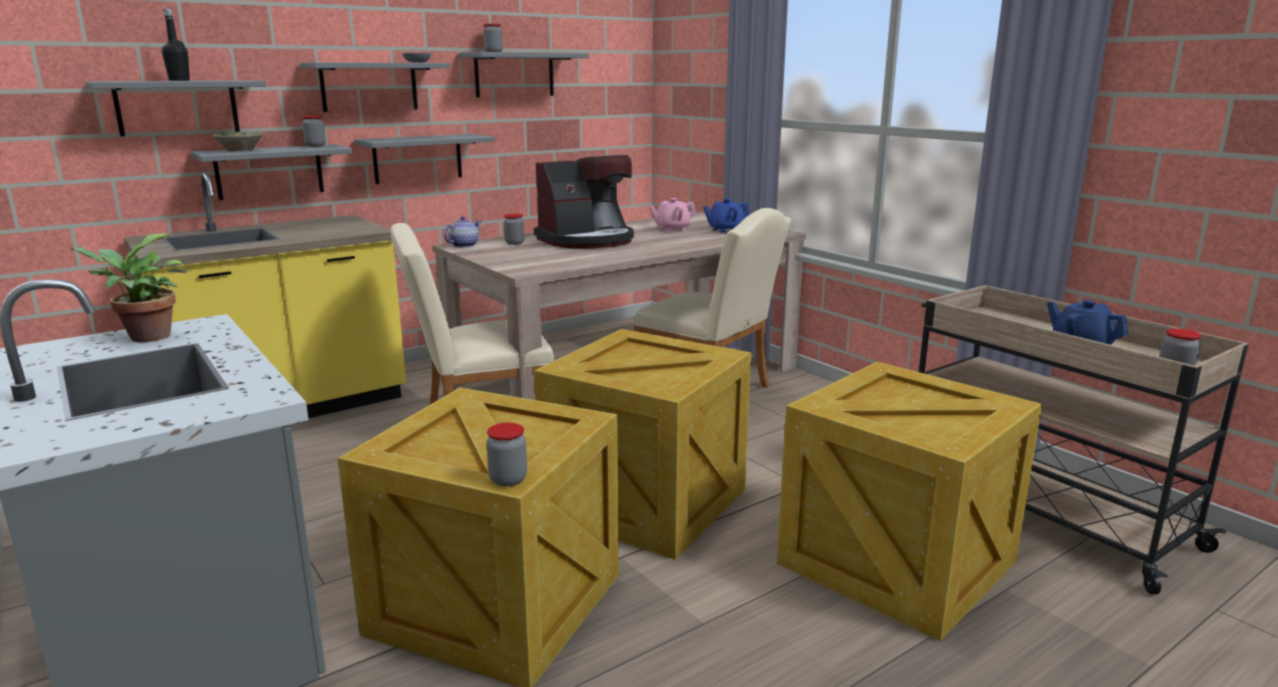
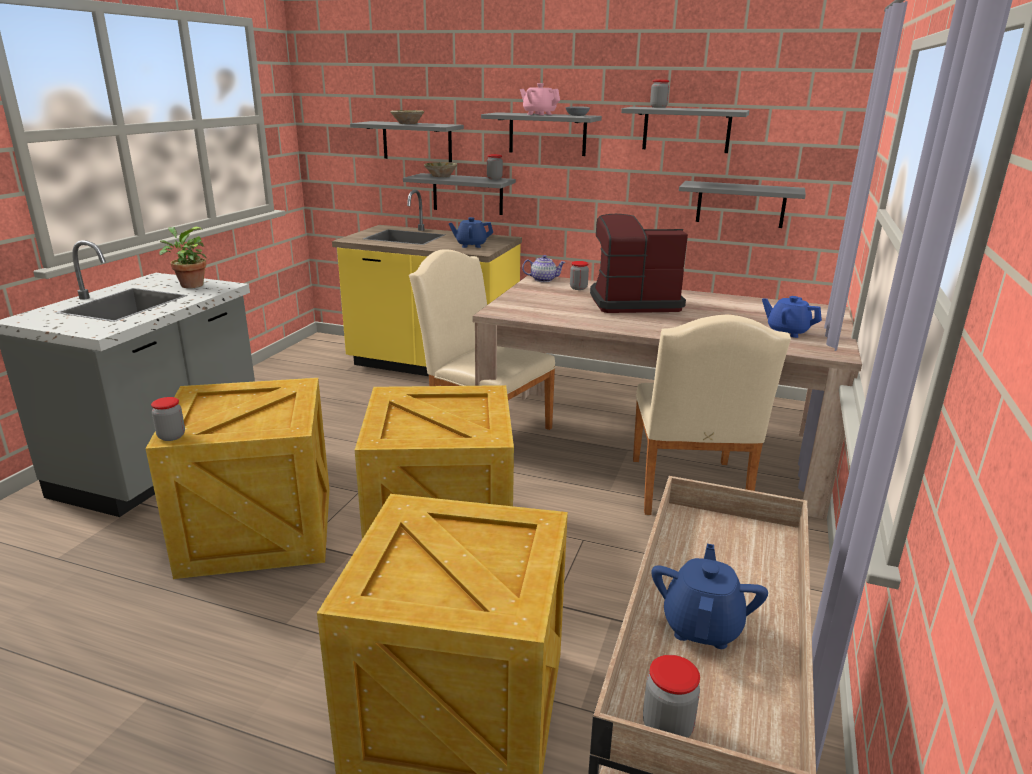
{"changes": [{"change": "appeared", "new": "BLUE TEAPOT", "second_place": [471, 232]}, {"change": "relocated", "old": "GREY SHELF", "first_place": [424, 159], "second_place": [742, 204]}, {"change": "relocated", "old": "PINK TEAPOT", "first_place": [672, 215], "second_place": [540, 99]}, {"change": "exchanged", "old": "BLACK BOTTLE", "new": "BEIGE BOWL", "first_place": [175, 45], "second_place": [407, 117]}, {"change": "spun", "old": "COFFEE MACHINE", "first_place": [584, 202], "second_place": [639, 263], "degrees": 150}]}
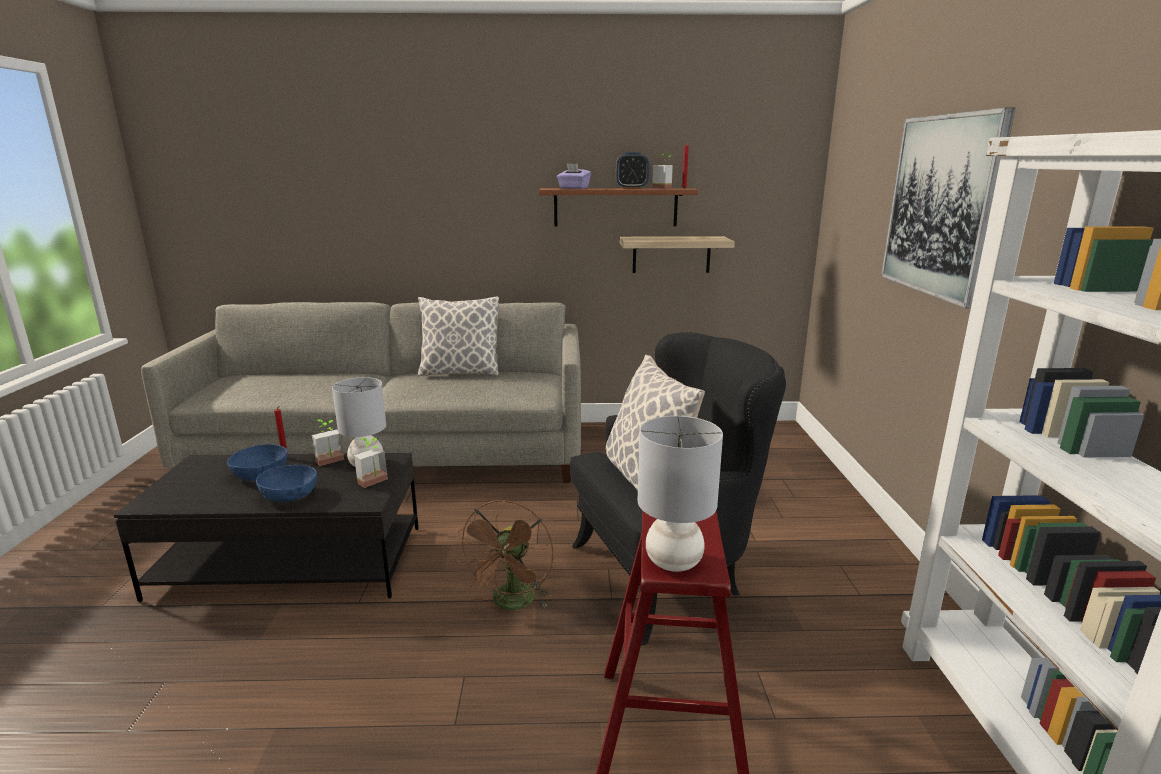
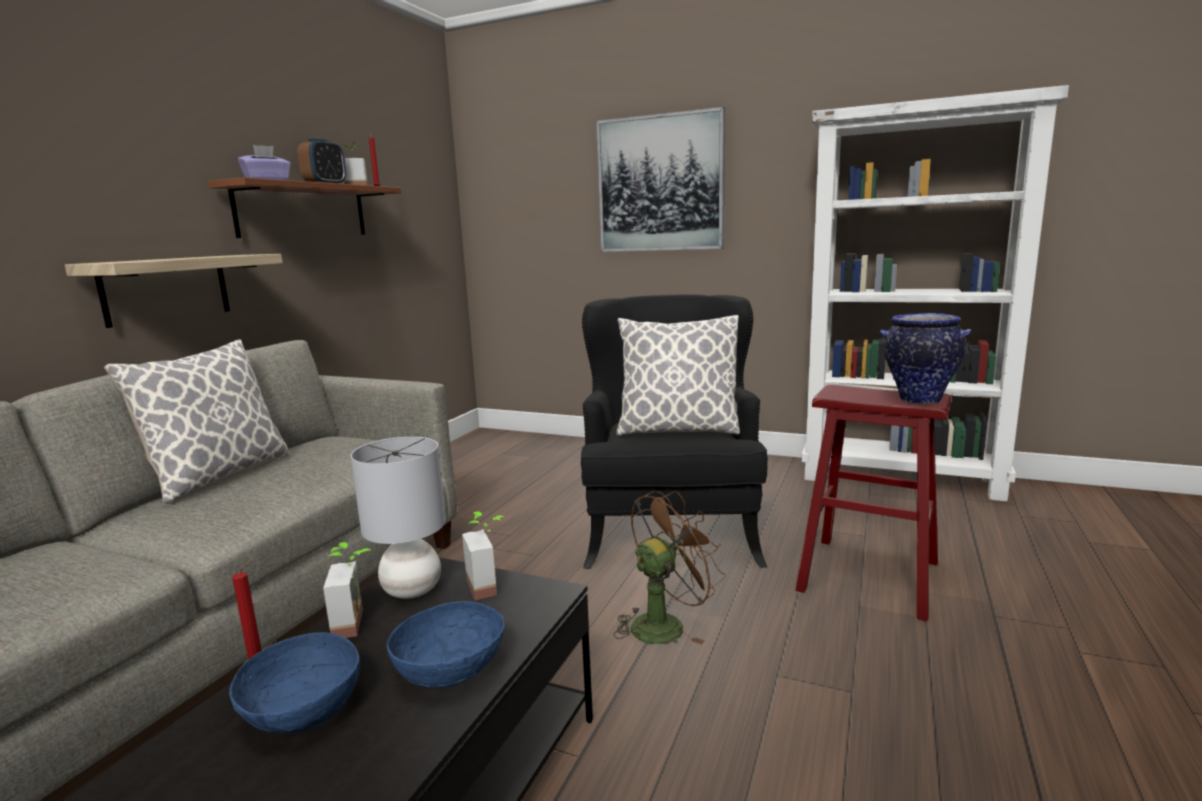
{"changes": [{"change": "relocated", "old": "SHELF", "first_place": [677, 254], "second_place": [174, 291]}, {"change": "exchanged", "old": "GREY TABLE LAMP", "new": "VASE", "first_place": [680, 494], "second_place": [926, 358]}, {"change": "spun", "old": "BROWN FAN", "first_place": [504, 555], "second_place": [670, 567], "degrees": -75}]}
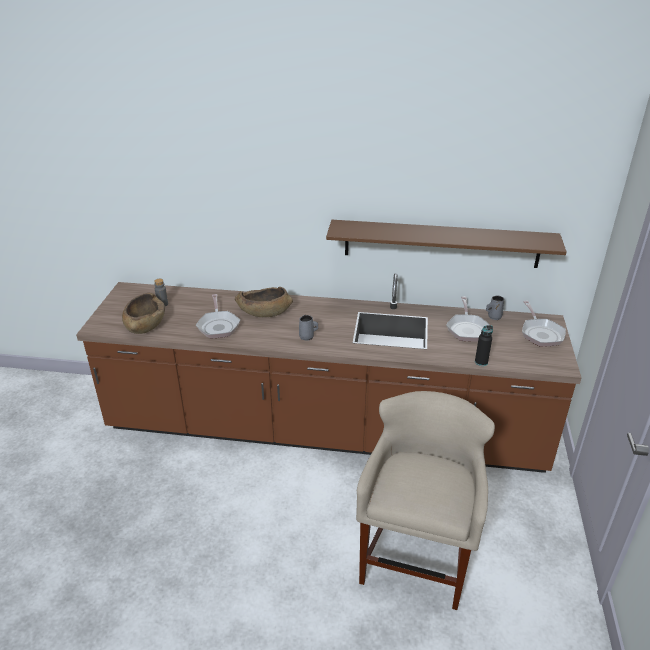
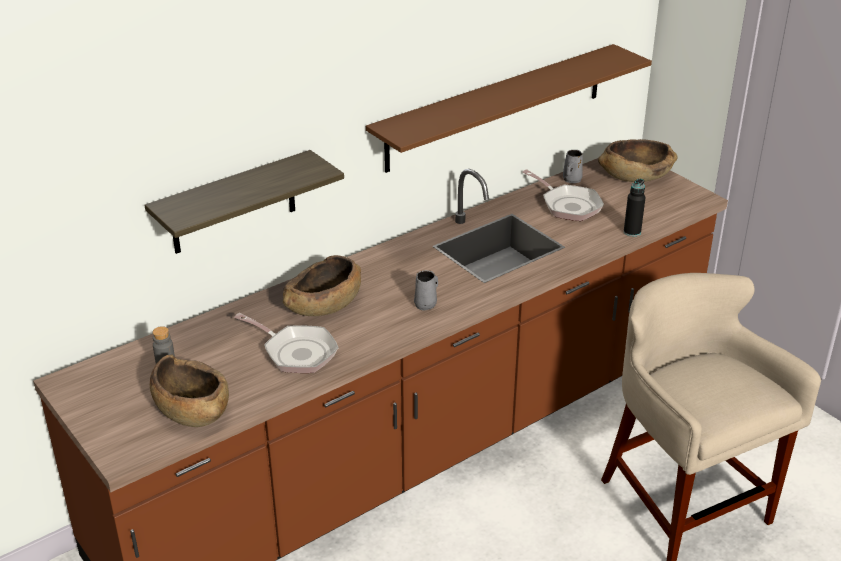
{"changes": [{"change": "appeared", "new": "SHELF", "second_place": [244, 202]}, {"change": "exchanged", "old": "FRYING PAN", "new": "BROWN BOWL", "first_place": [544, 324], "second_place": [637, 160]}]}
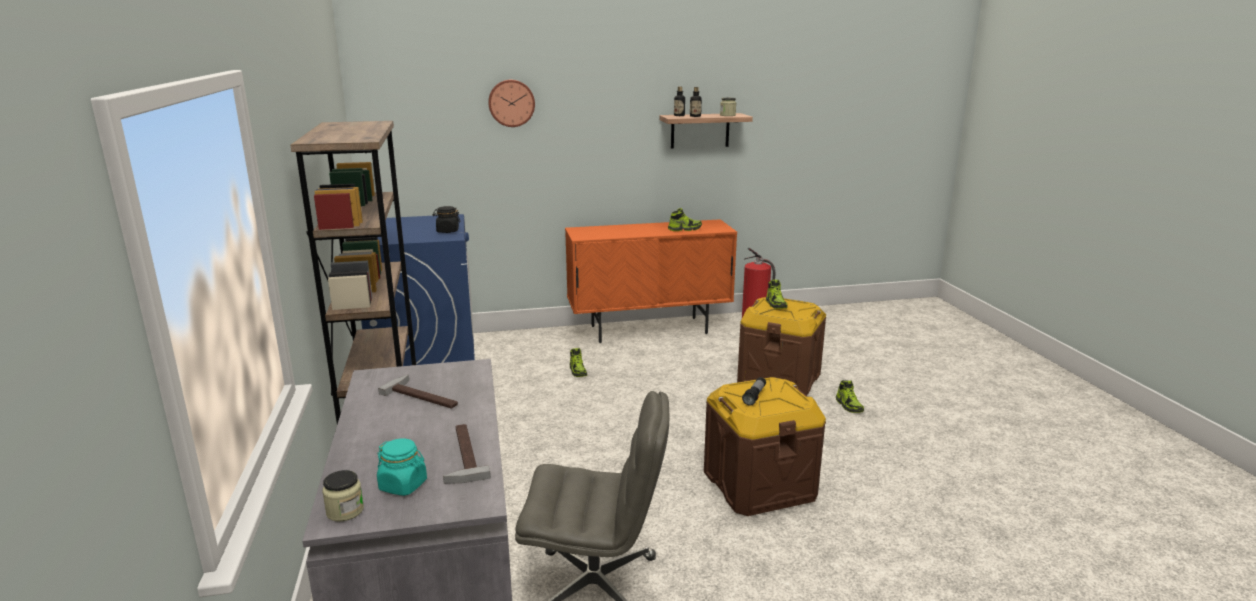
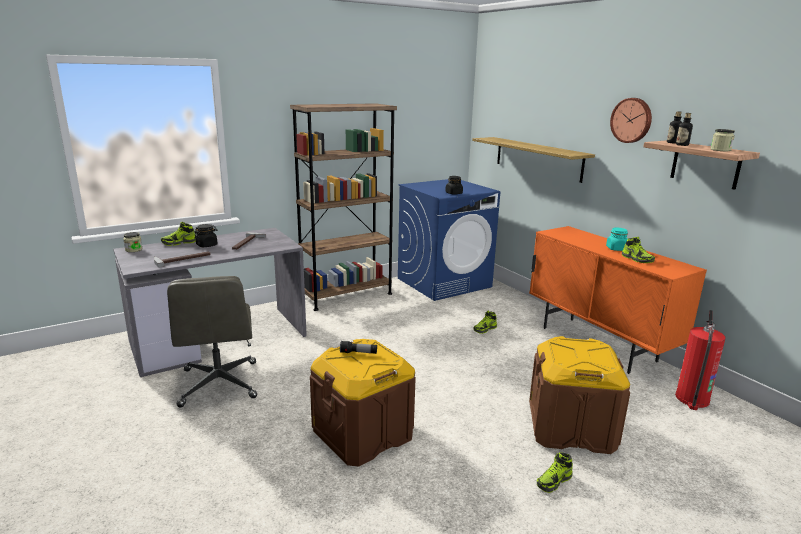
{"changes": [{"change": "appeared", "new": "BLACK JAR", "second_place": [206, 235]}, {"change": "appeared", "new": "SHELF", "second_place": [533, 160]}, {"change": "relocated", "old": "TURQUOISE JAR", "first_place": [402, 467], "second_place": [617, 239]}, {"change": "relocated", "old": "WALL CLOCK", "first_place": [511, 103], "second_place": [631, 120]}, {"change": "relocated", "old": "SHOE", "first_place": [776, 294], "second_place": [178, 234]}]}
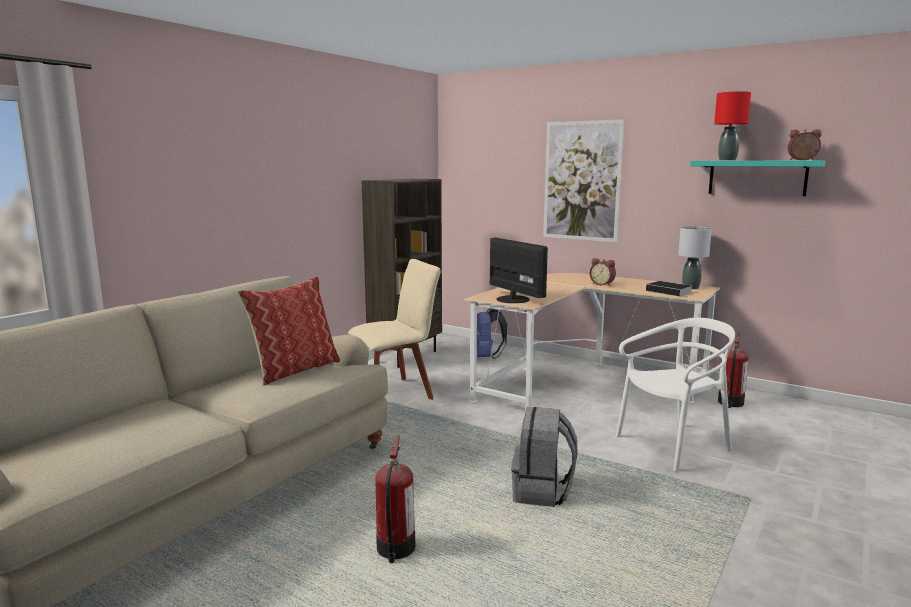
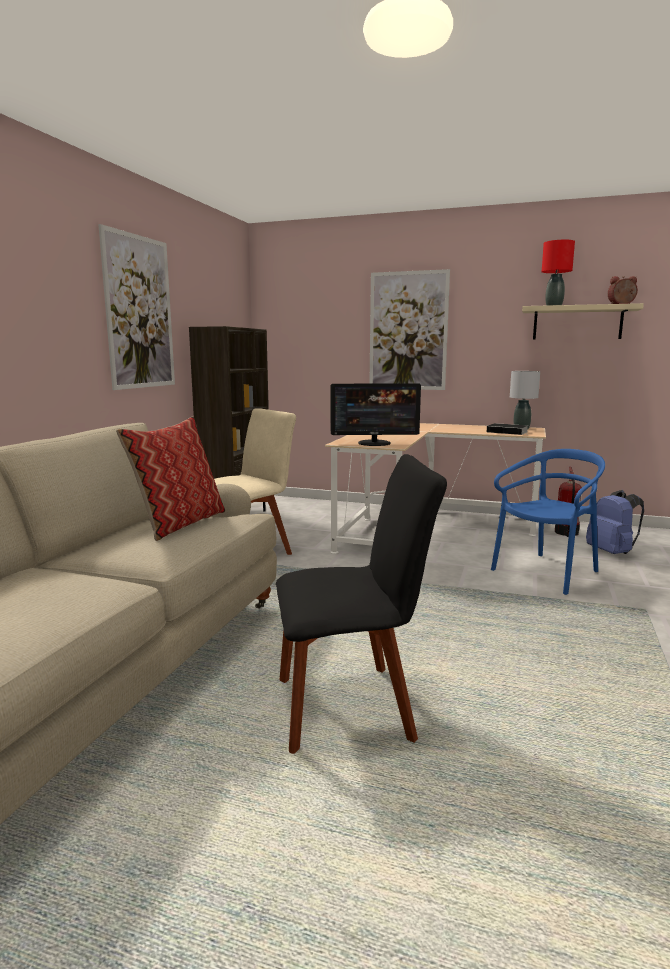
{"changes": [{"change": "missing", "old": "GREY BACKPACK", "first_place": [544, 457]}, {"change": "missing", "old": "ALARM CLOCK", "first_place": [603, 272]}, {"change": "appeared", "new": "PICTURE", "second_place": [136, 307]}, {"change": "relocated", "old": "BLUE BACKPACK", "first_place": [492, 334], "second_place": [615, 522]}, {"change": "exchanged", "old": "FIRE EXTINGUISHER", "new": "BLACK CHAIR", "first_place": [395, 499], "second_place": [361, 604]}, {"change": "colour", "old": "WHITE CHAIR", "new": "BLUE CHAIR", "first_place": [675, 395], "second_place": [548, 522]}, {"change": "colour", "old": "TURQUOISE SHELF", "new": "BEIGE SHELF", "first_place": [757, 178], "second_place": [583, 321]}, {"change": "spun", "old": "MONITOR", "first_place": [518, 270], "second_place": [375, 414], "degrees": 135}]}
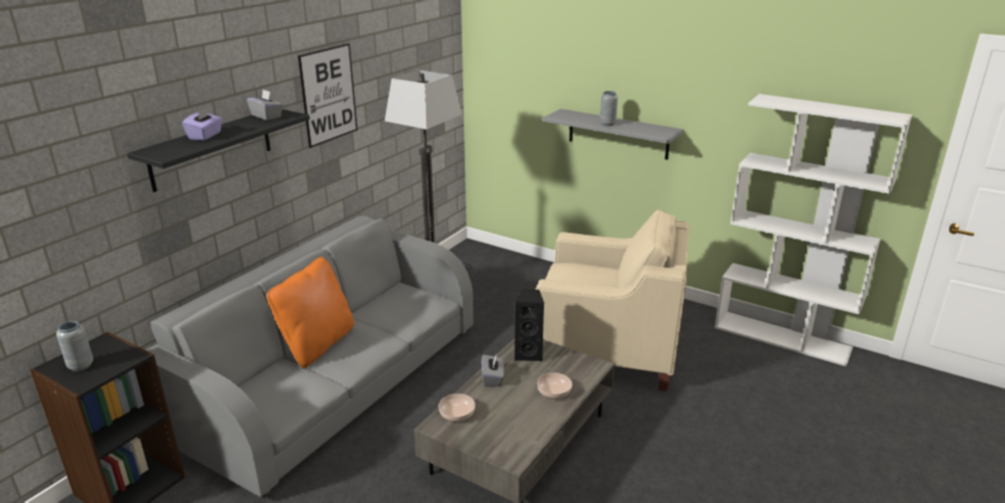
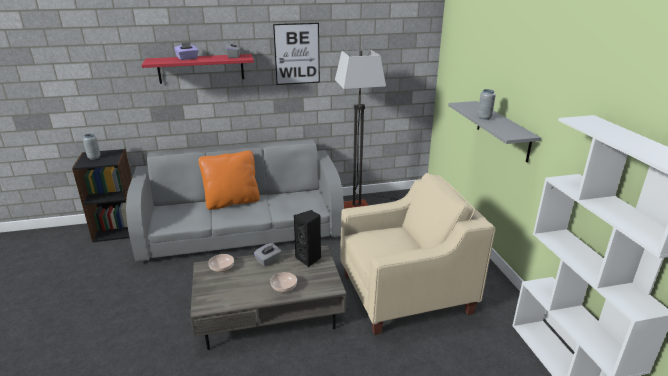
{"changes": [{"change": "colour", "old": "BLACK SHELF", "new": "RED SHELF", "first_place": [218, 150], "second_place": [198, 69]}, {"change": "spun", "old": "BEIGE ARMCHAIR", "first_place": [612, 300], "second_place": [418, 254], "degrees": -75}]}
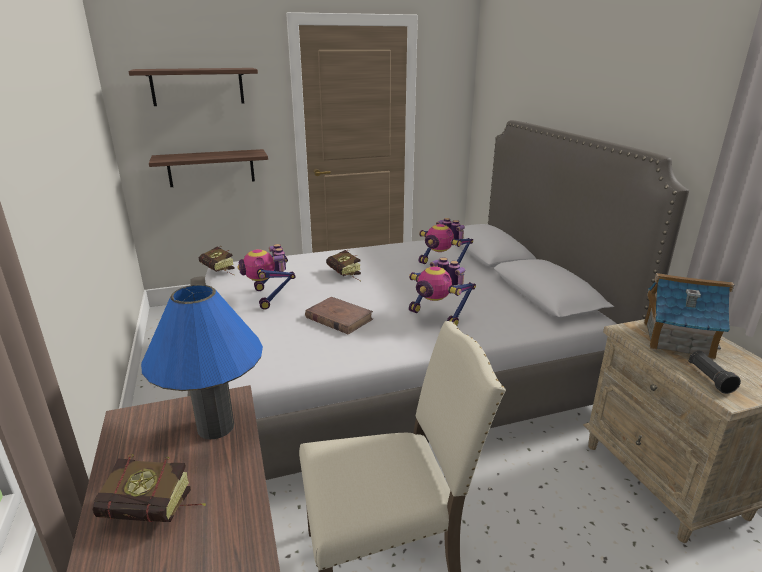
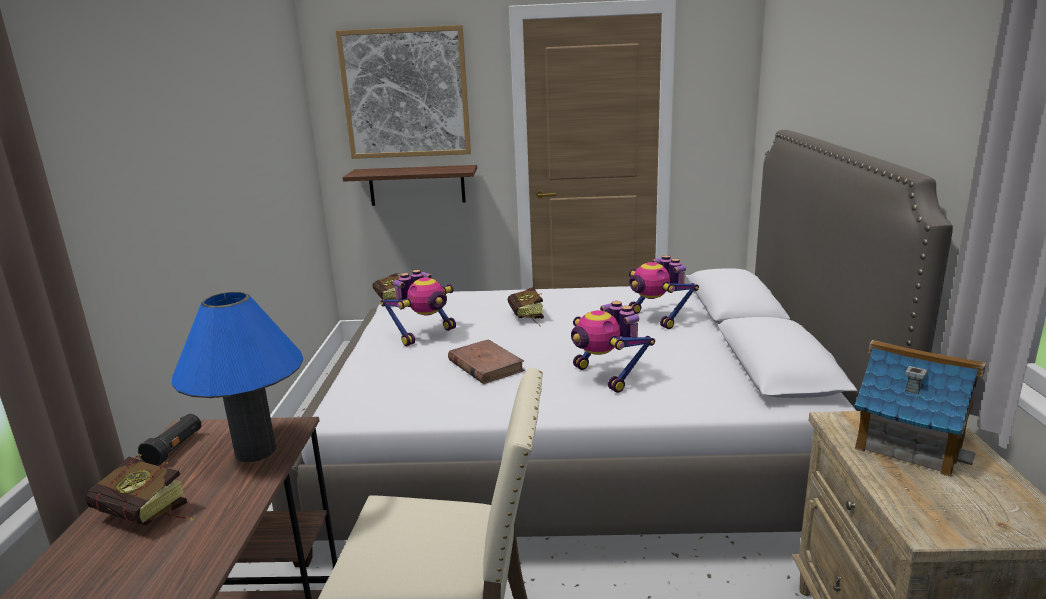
{"changes": [{"change": "relocated", "old": "BLACK FLASHLIGHT", "first_place": [714, 372], "second_place": [169, 440]}, {"change": "exchanged", "old": "SHELF", "new": "PICTURE", "first_place": [193, 87], "second_place": [403, 92]}, {"change": "spun", "old": "TOY ROBOT", "first_place": [266, 277], "second_place": [418, 308], "degrees": -135}]}
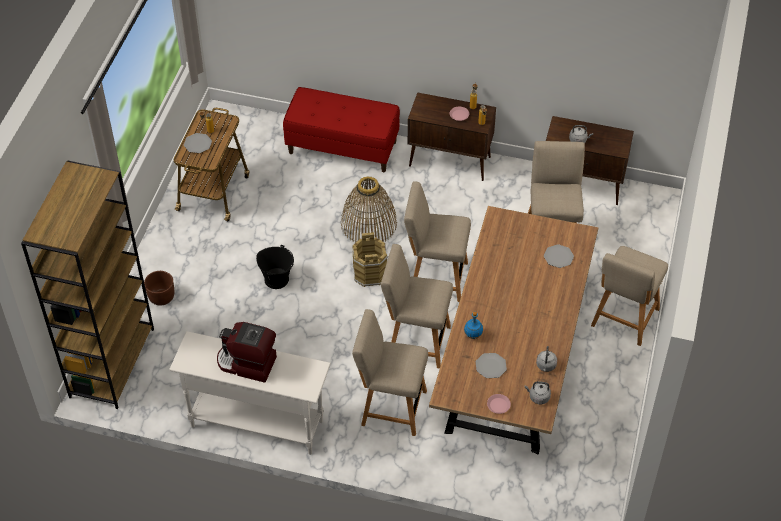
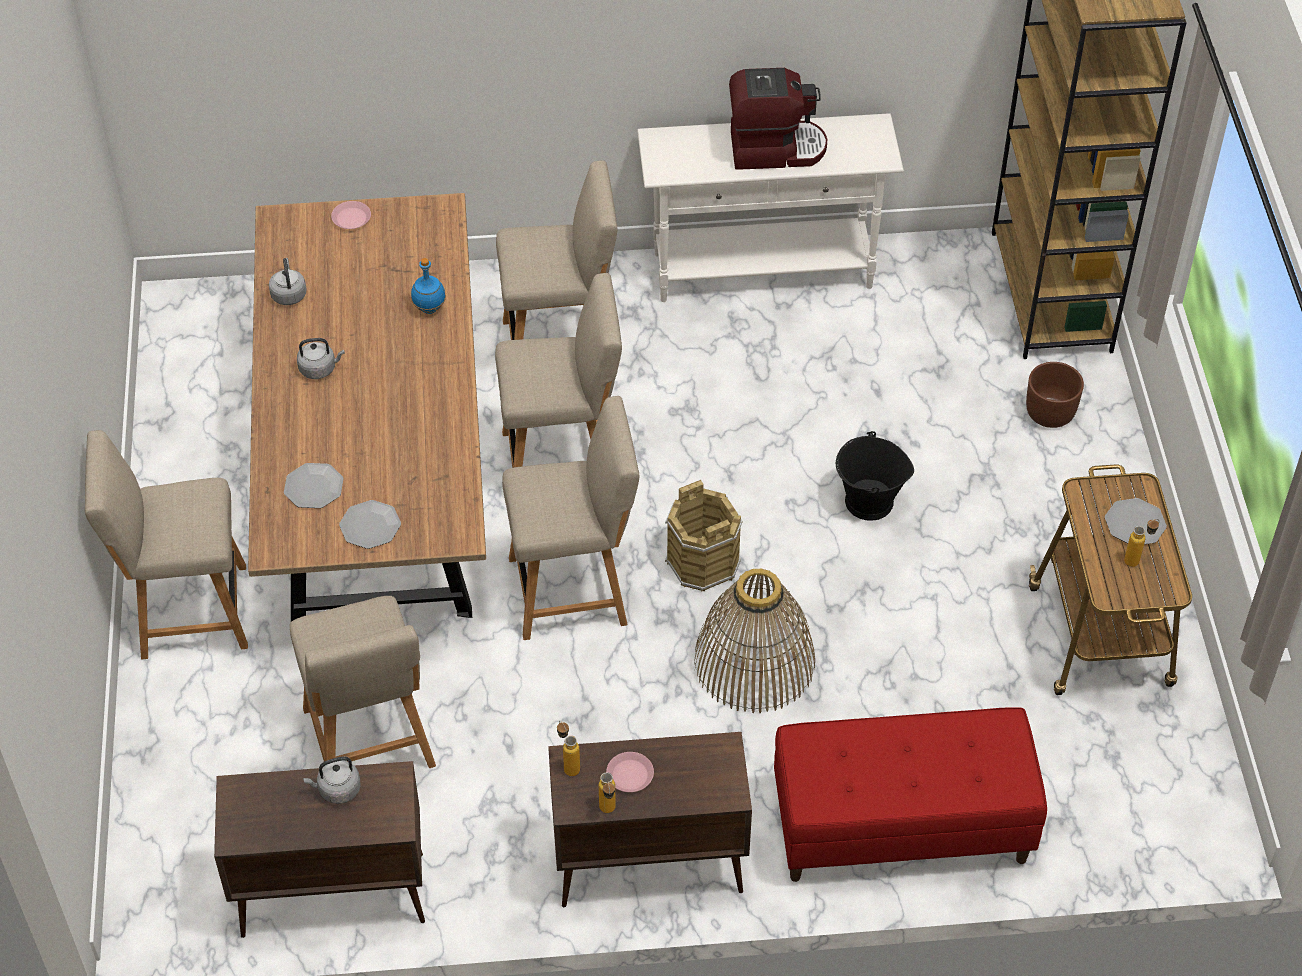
{"changes": [{"change": "relocated", "old": "PLATE", "first_place": [491, 365], "second_place": [370, 524]}, {"change": "relocated", "old": "GREY KETTLE", "first_place": [538, 392], "second_place": [321, 358]}, {"change": "spun", "old": "BEIGE CHAIR", "first_place": [629, 296], "second_place": [166, 544], "degrees": -105}]}
